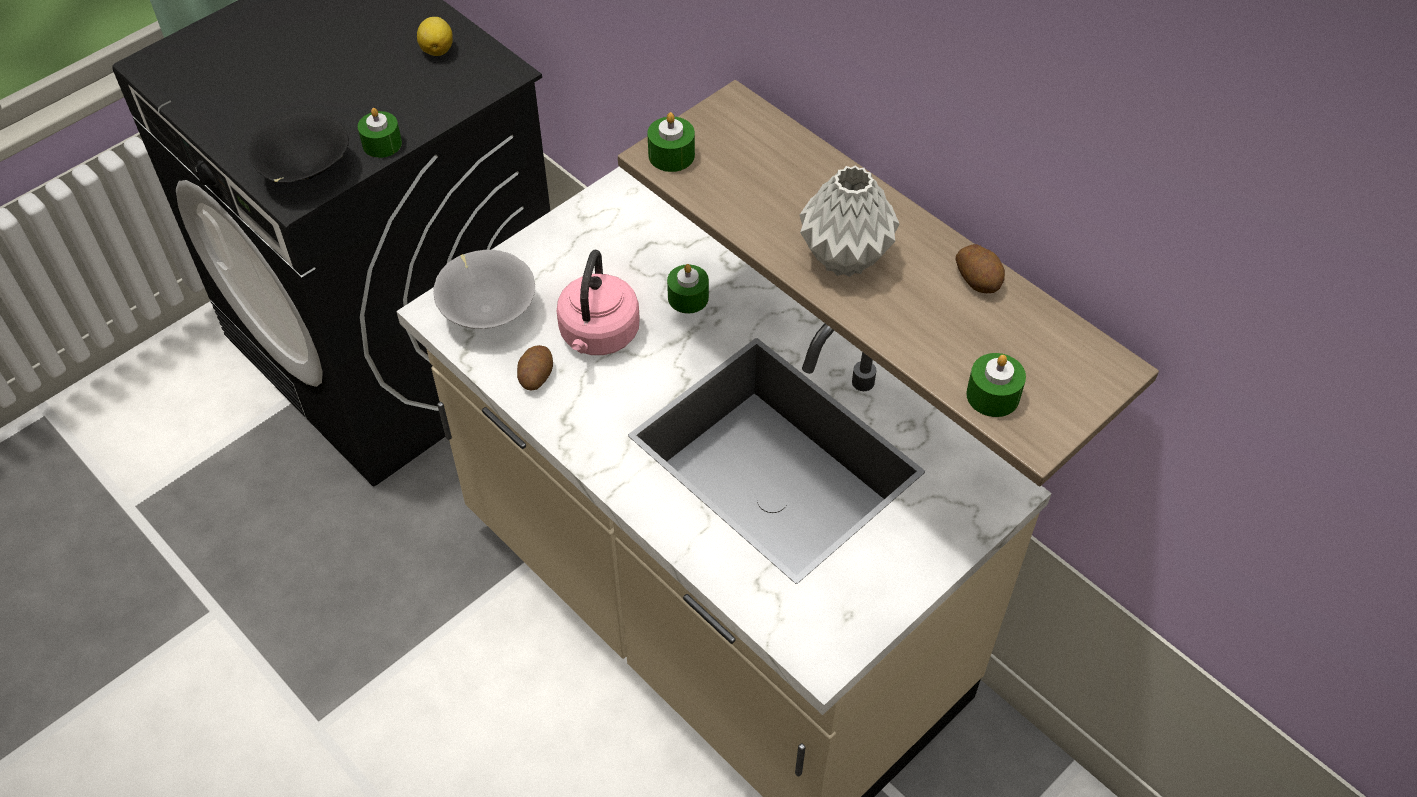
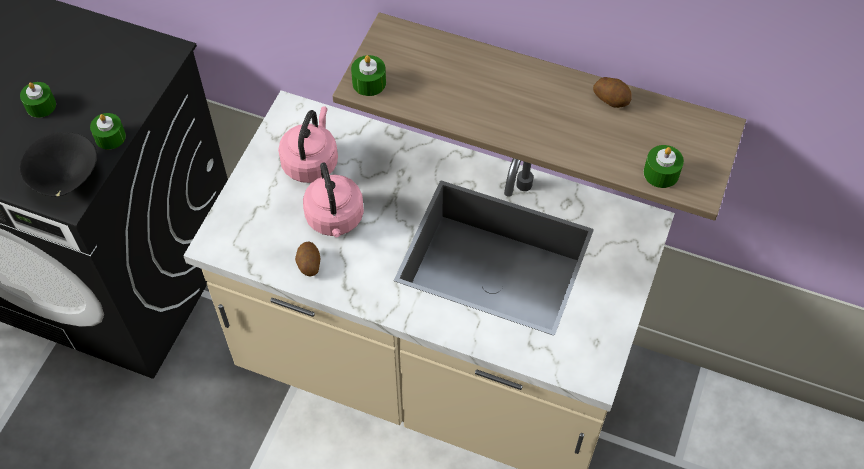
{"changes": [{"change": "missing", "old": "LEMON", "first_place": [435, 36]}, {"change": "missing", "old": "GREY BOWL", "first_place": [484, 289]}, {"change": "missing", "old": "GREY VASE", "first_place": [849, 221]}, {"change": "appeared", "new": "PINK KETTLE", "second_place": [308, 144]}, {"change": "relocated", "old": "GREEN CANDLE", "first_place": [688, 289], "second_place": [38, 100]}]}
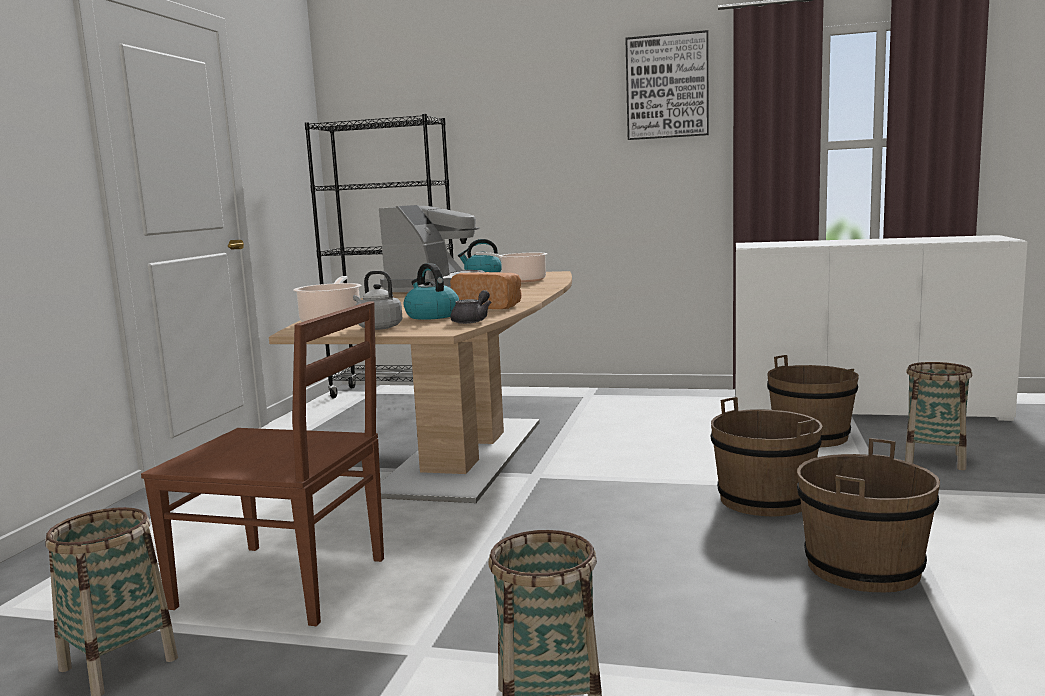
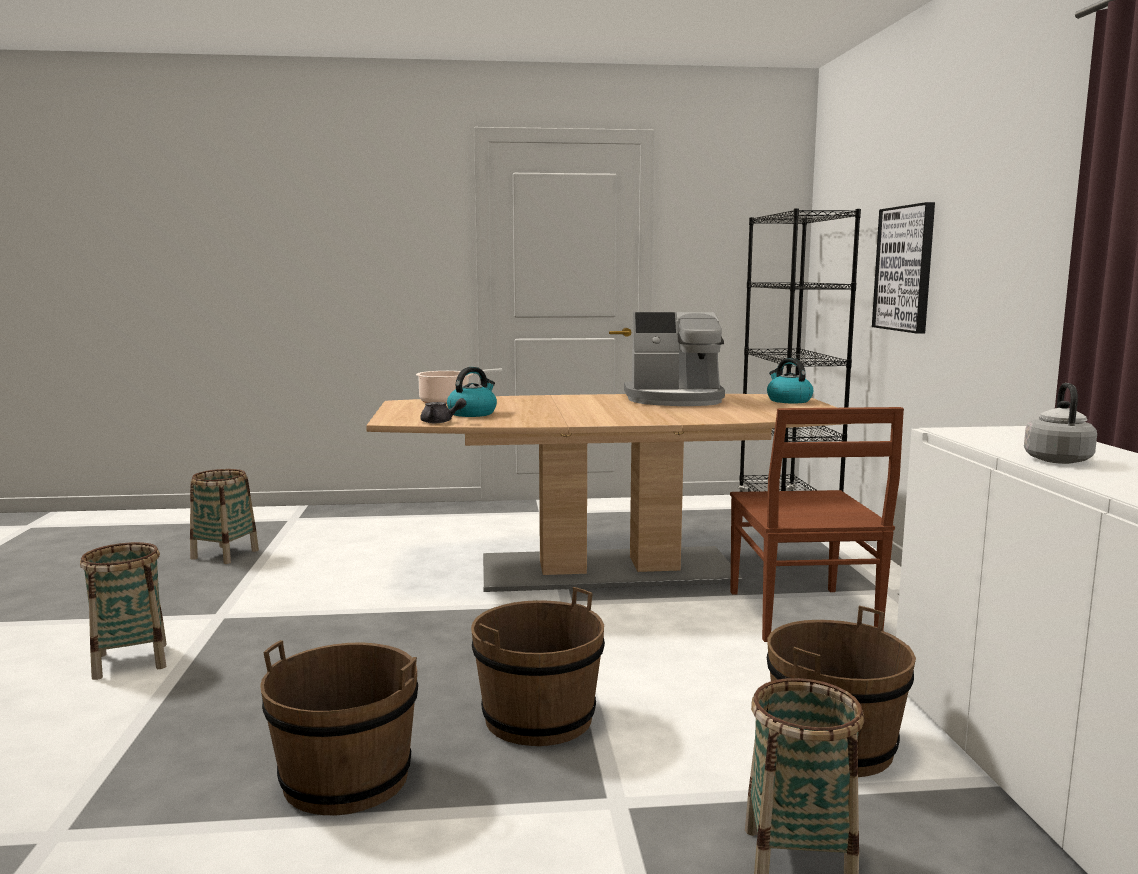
{"changes": [{"change": "missing", "old": "BREAD", "first_place": [486, 290]}, {"change": "missing", "old": "COOKING POT", "first_place": [511, 267]}, {"change": "relocated", "old": "BROWN CHAIR", "first_place": [262, 463], "second_place": [817, 524]}, {"change": "relocated", "old": "GREY KETTLE", "first_place": [377, 300], "second_place": [1060, 423]}, {"change": "relocated", "old": "PICTURE", "first_place": [667, 85], "second_place": [903, 268]}]}
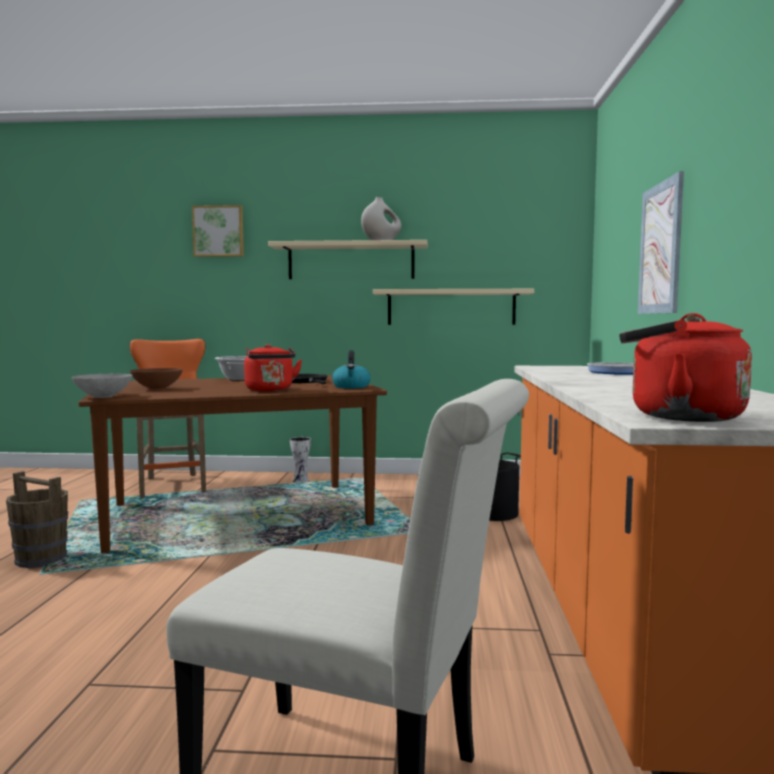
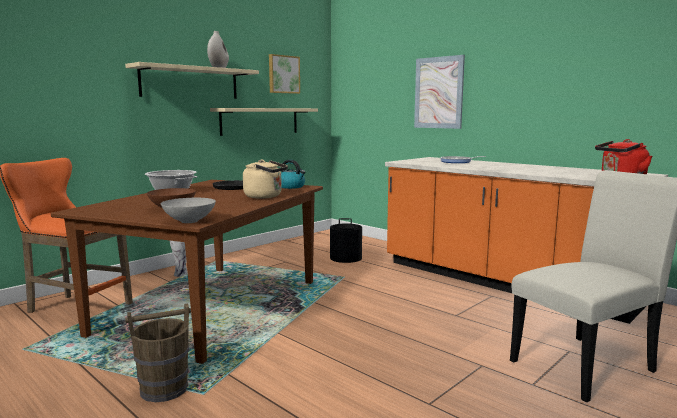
{"changes": [{"change": "relocated", "old": "PICTURE", "first_place": [218, 231], "second_place": [284, 74]}, {"change": "colour", "old": "RED KETTLE", "new": "BEIGE KETTLE", "first_place": [273, 368], "second_place": [265, 179]}]}
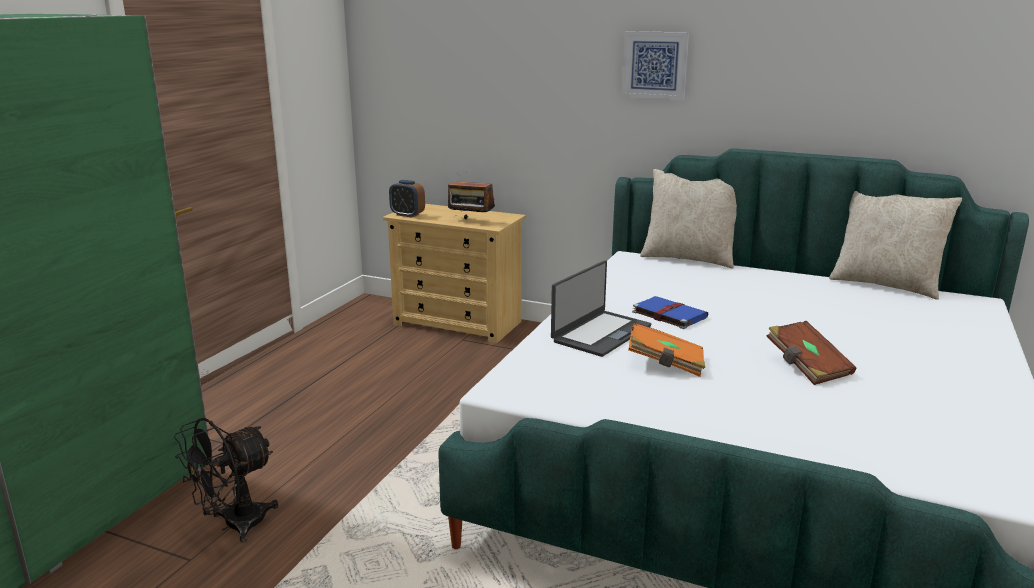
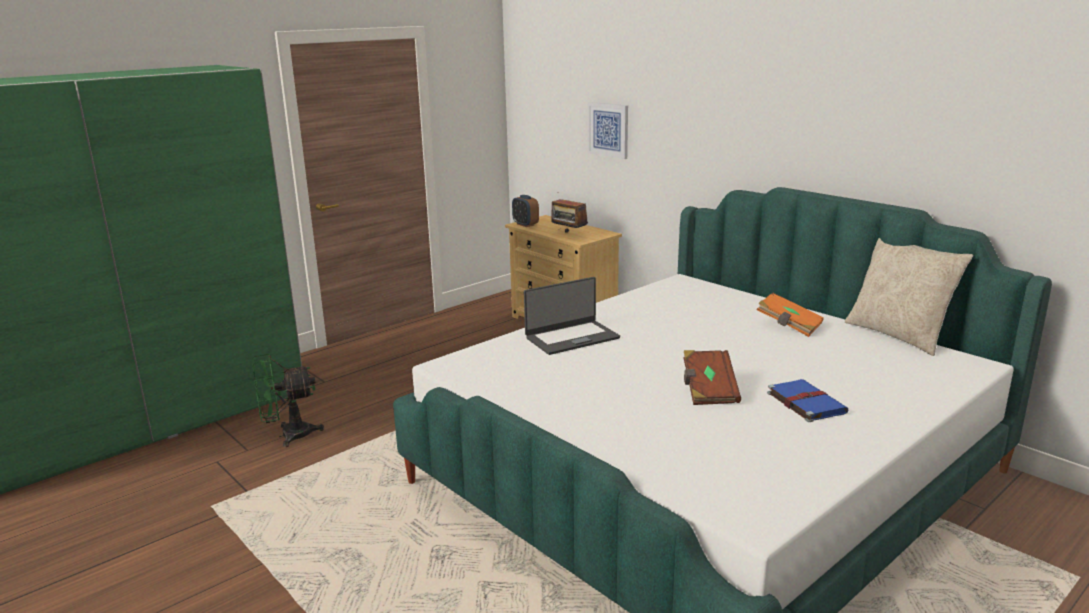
{"changes": [{"change": "missing", "old": "BEIGE PILLOW", "first_place": [688, 219]}, {"change": "relocated", "old": "PICTURE", "first_place": [655, 65], "second_place": [608, 130]}, {"change": "relocated", "old": "ORANGE BOOK", "first_place": [666, 349], "second_place": [790, 315]}, {"change": "relocated", "old": "BLUE BOOK", "first_place": [670, 312], "second_place": [807, 400]}, {"change": "colour", "old": "BLACK FAN", "new": "GREEN FAN", "first_place": [226, 480], "second_place": [288, 400]}]}
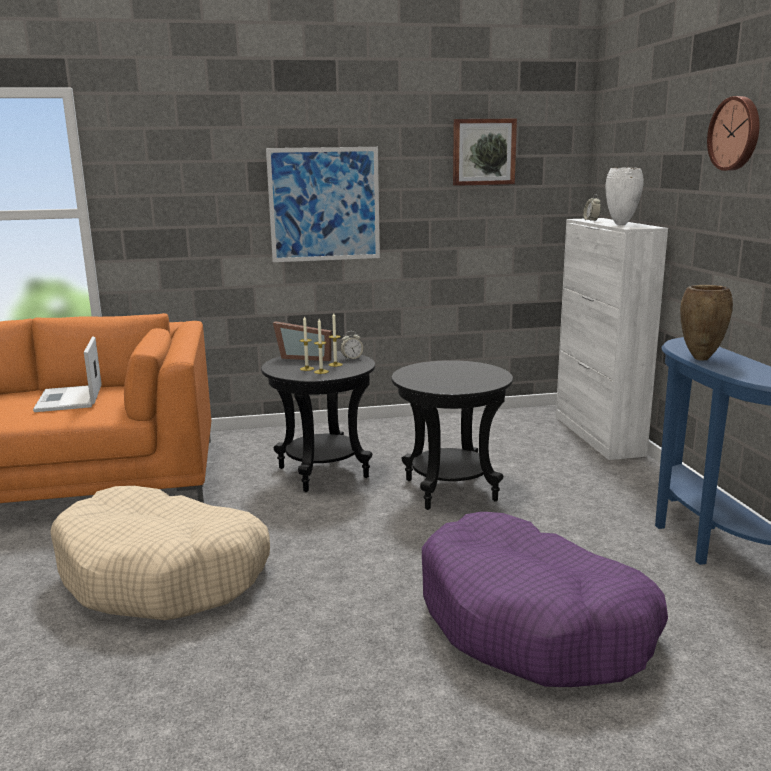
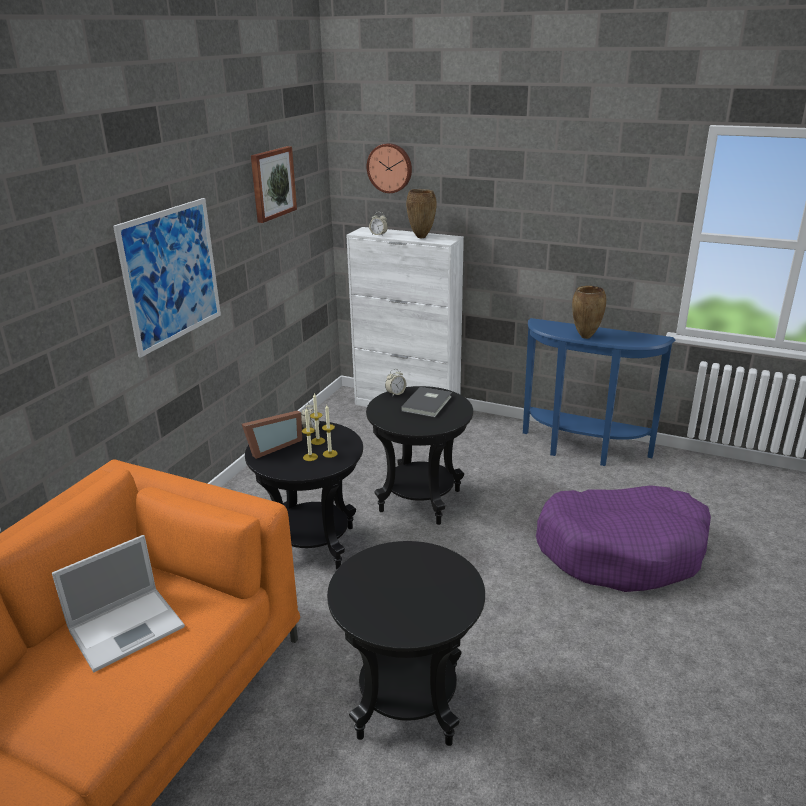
{"changes": [{"change": "appeared", "new": "ALARM CLOCK", "second_place": [395, 383]}, {"change": "appeared", "new": "GREY BOOK", "second_place": [426, 402]}, {"change": "relocated", "old": "WALL CLOCK", "first_place": [733, 133], "second_place": [389, 168]}, {"change": "exchanged", "old": "BEIGE DOG BED", "new": "BLACK SIDE TABLE", "first_place": [160, 553], "second_place": [406, 643]}, {"change": "colour", "old": "WHITE VASE", "new": "BROWN VASE", "first_place": [624, 196], "second_place": [421, 213]}, {"change": "spun", "old": "LAPTOP", "first_place": [67, 374], "second_place": [118, 603], "degrees": -60}]}
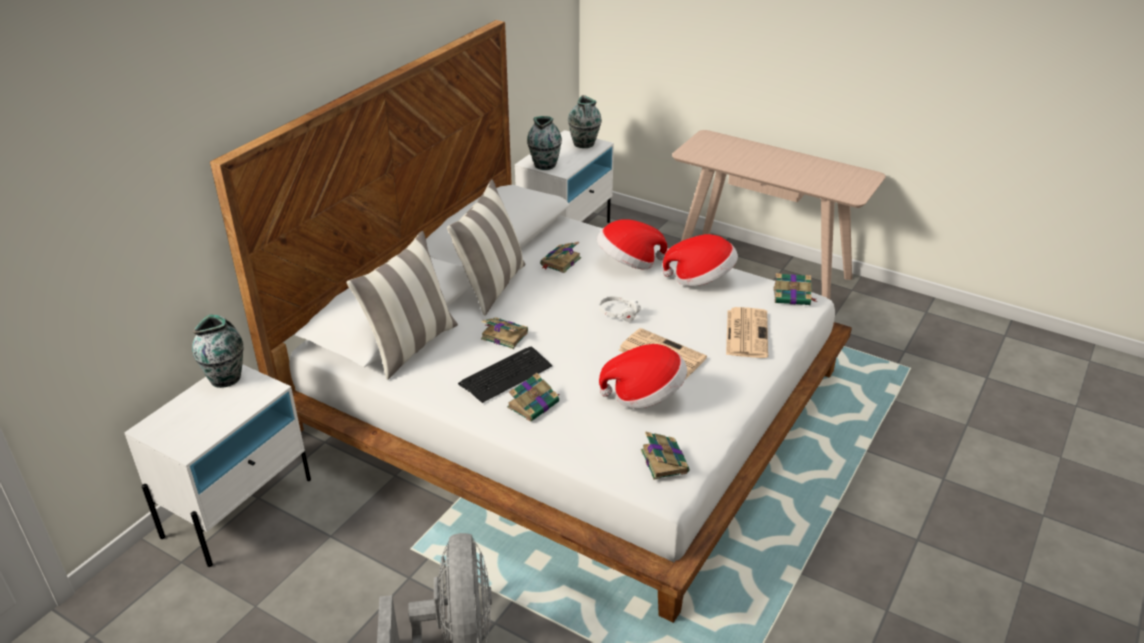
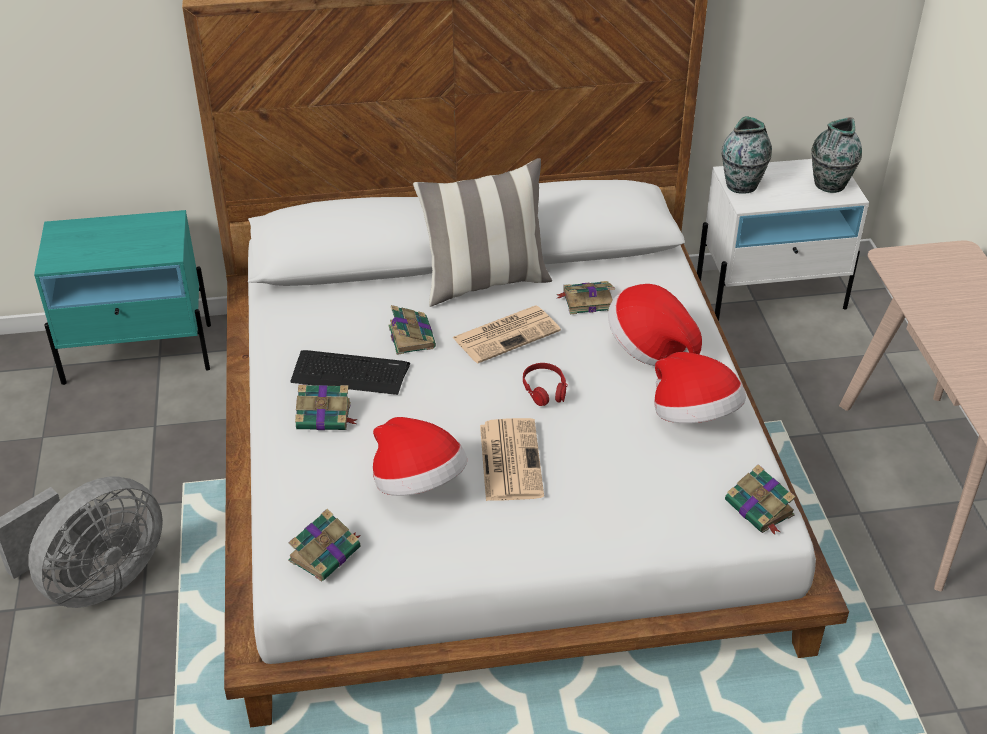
{"changes": [{"change": "missing", "old": "VASE", "first_place": [217, 351]}, {"change": "missing", "old": "PILLOW", "first_place": [402, 305]}, {"change": "relocated", "old": "NEWSPAPER", "first_place": [747, 332], "second_place": [506, 334]}, {"change": "colour", "old": "WHITE NIGHTSTAND", "new": "TURQUOISE NIGHTSTAND", "first_place": [217, 465], "second_place": [122, 297]}, {"change": "colour", "old": "WHITE HEADPHONES", "new": "RED HEADPHONES", "first_place": [620, 309], "second_place": [545, 384]}]}
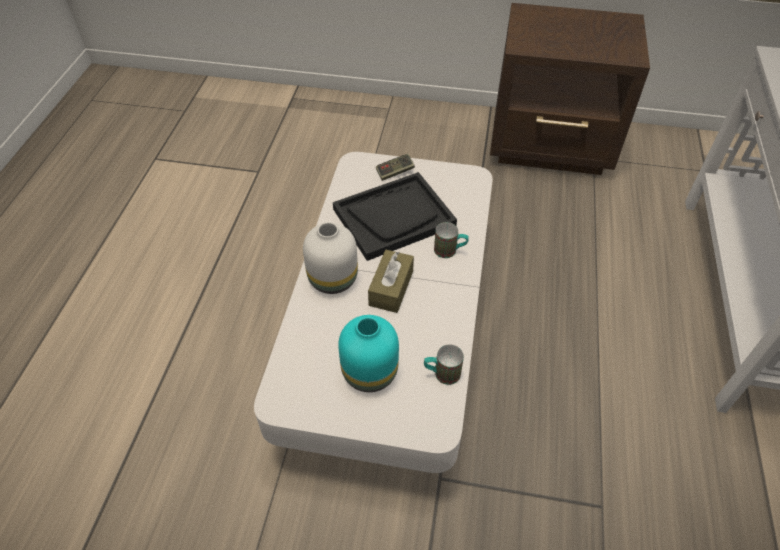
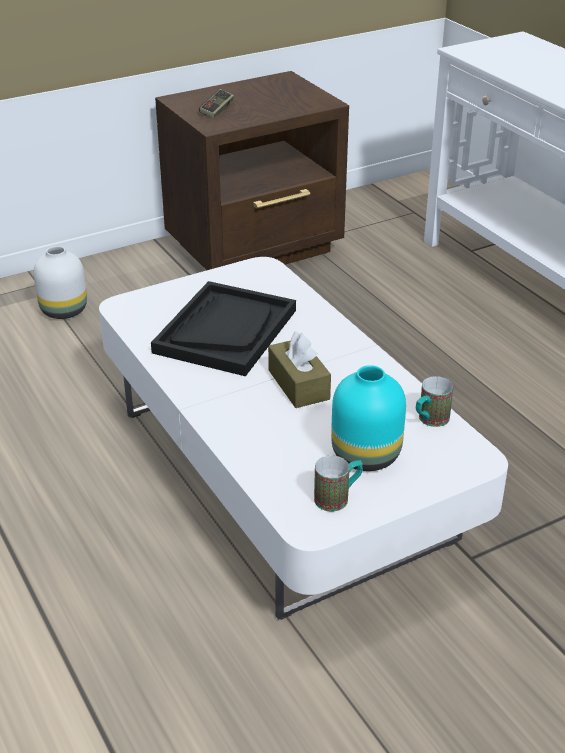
{"changes": [{"change": "relocated", "old": "WHITE VASE", "first_place": [330, 258], "second_place": [60, 282]}, {"change": "relocated", "old": "GAME CONTROLLER", "first_place": [395, 167], "second_place": [216, 103]}, {"change": "relocated", "old": "MUG", "first_place": [451, 240], "second_place": [338, 484]}]}
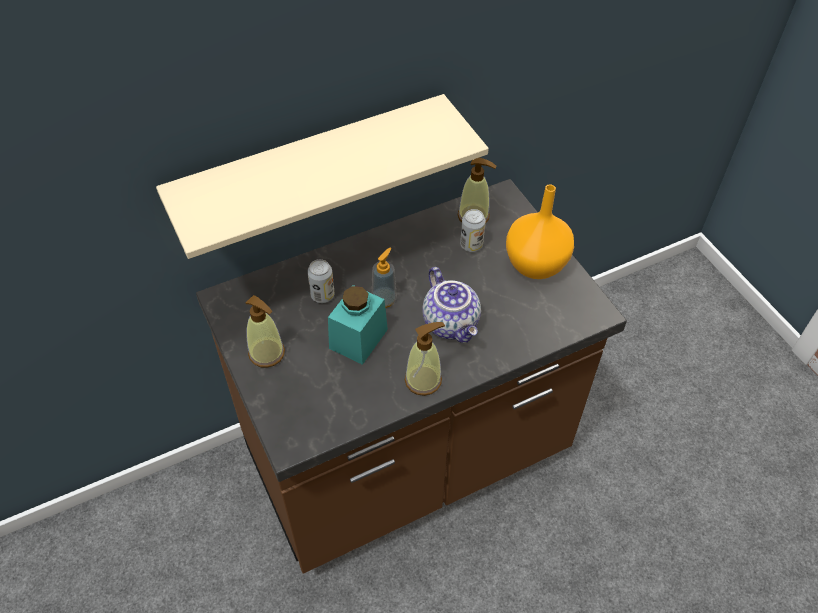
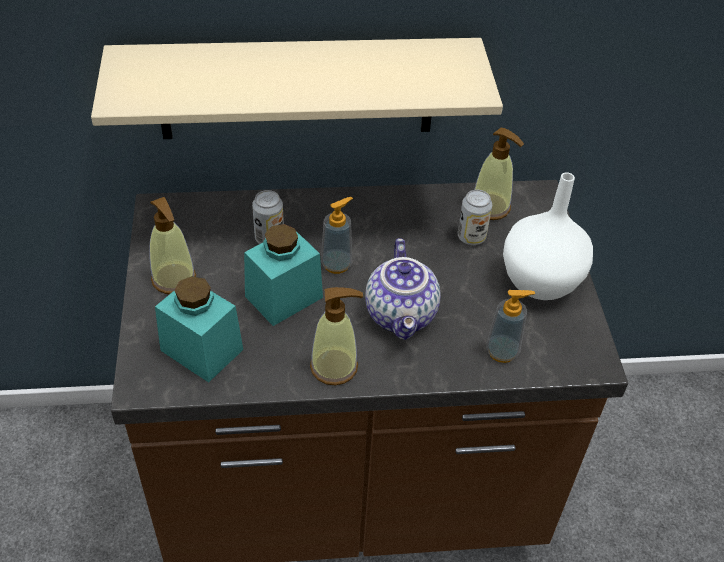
{"changes": [{"change": "appeared", "new": "TURQUOISE JAR", "second_place": [199, 329]}, {"change": "appeared", "new": "SOAP DISPENSER", "second_place": [510, 326]}, {"change": "colour", "old": "ORANGE VASE", "new": "WHITE VASE", "first_place": [540, 231], "second_place": [548, 236]}]}
